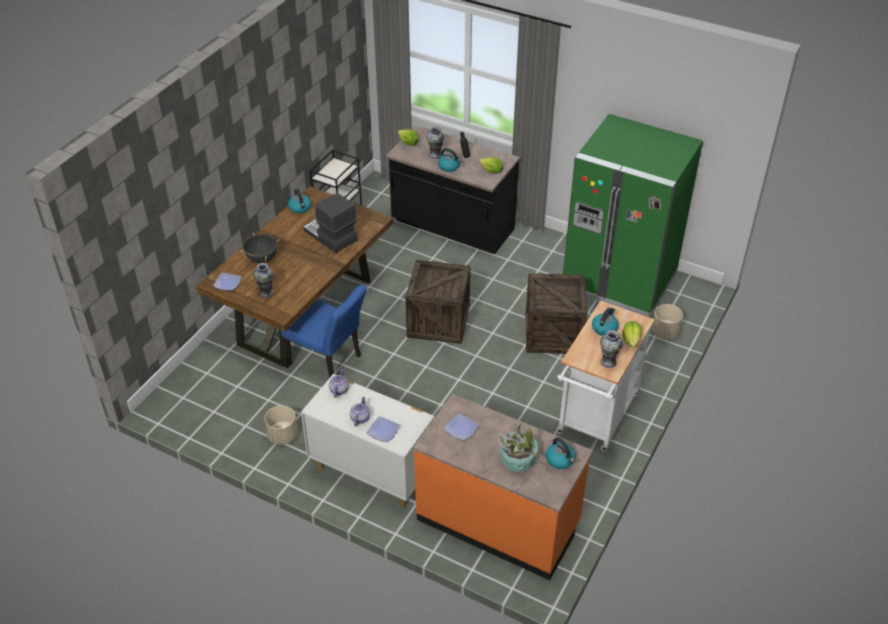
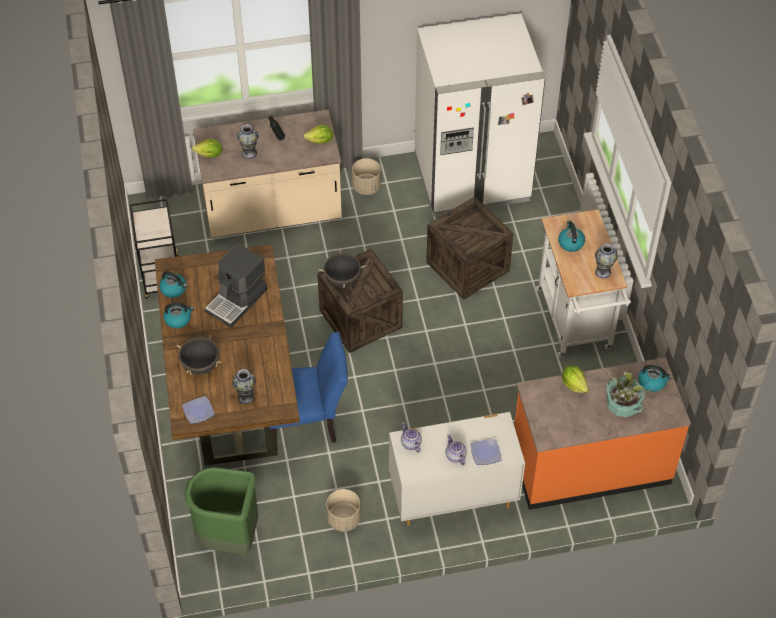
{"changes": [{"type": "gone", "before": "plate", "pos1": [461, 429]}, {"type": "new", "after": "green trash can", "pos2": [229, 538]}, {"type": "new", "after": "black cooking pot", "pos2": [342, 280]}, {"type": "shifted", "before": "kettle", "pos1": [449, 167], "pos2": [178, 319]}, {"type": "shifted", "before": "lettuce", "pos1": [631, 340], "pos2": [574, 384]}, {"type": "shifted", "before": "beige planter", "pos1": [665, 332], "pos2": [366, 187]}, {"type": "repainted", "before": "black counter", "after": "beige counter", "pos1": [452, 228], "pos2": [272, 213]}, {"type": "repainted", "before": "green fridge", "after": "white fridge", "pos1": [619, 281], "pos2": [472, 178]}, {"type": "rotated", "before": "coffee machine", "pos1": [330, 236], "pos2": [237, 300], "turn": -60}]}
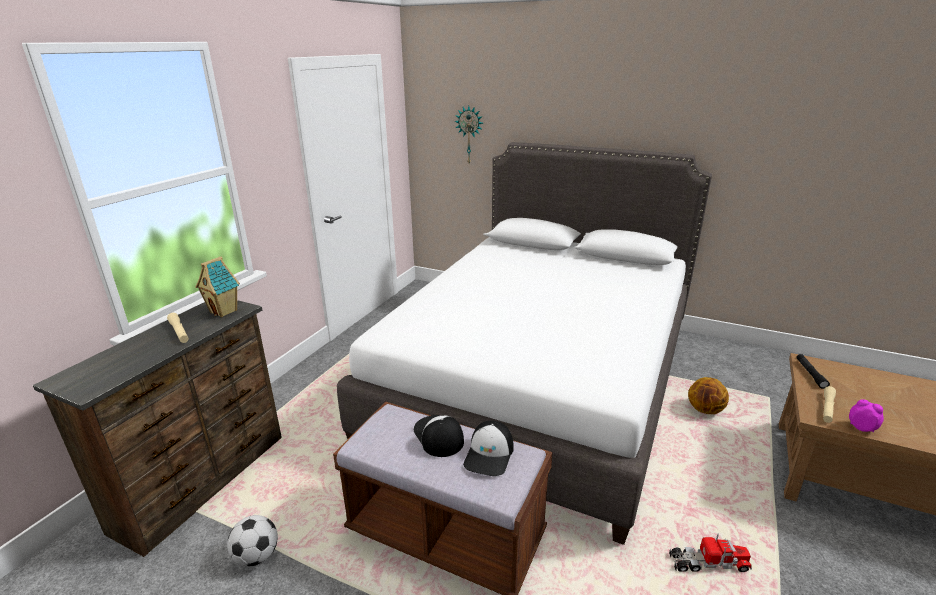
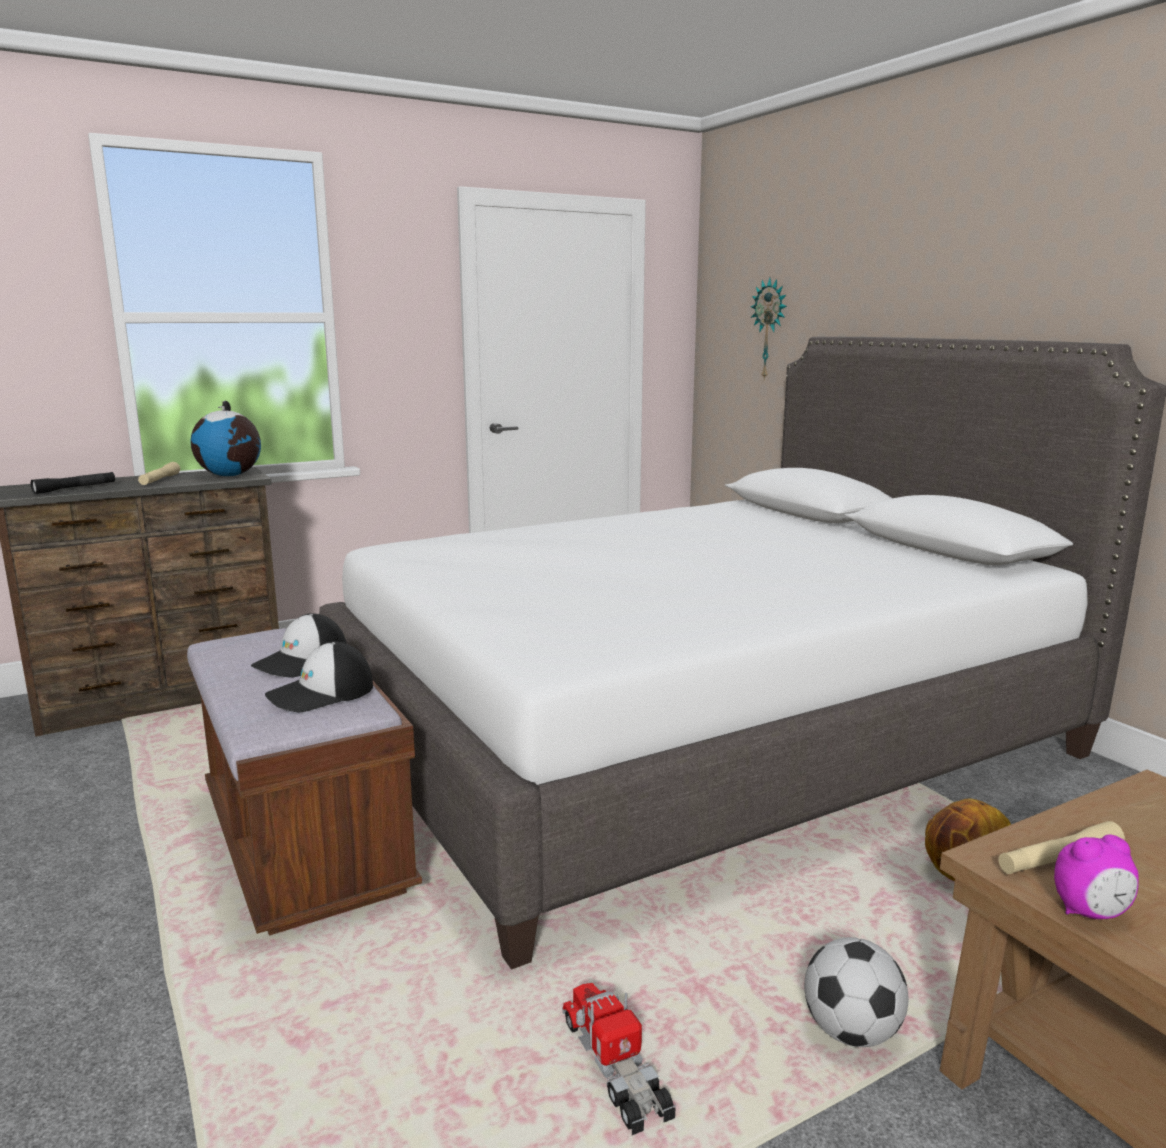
{"changes": [{"type": "shifted", "before": "football", "pos1": [257, 556], "pos2": [851, 1032]}, {"type": "shifted", "before": "black flashlight", "pos1": [810, 374], "pos2": [75, 488]}, {"type": "swapped", "before": "toy house", "after": "globe", "pos1": [224, 311], "pos2": [230, 475]}, {"type": "rotated", "before": "cap", "pos1": [438, 436], "pos2": [302, 661], "turn": -150}, {"type": "rotated", "before": "toy truck", "pos1": [708, 563], "pos2": [616, 1067], "turn": -150}, {"type": "rotated", "before": "alarm clock", "pos1": [861, 427], "pos2": [1090, 913], "turn": 90}]}
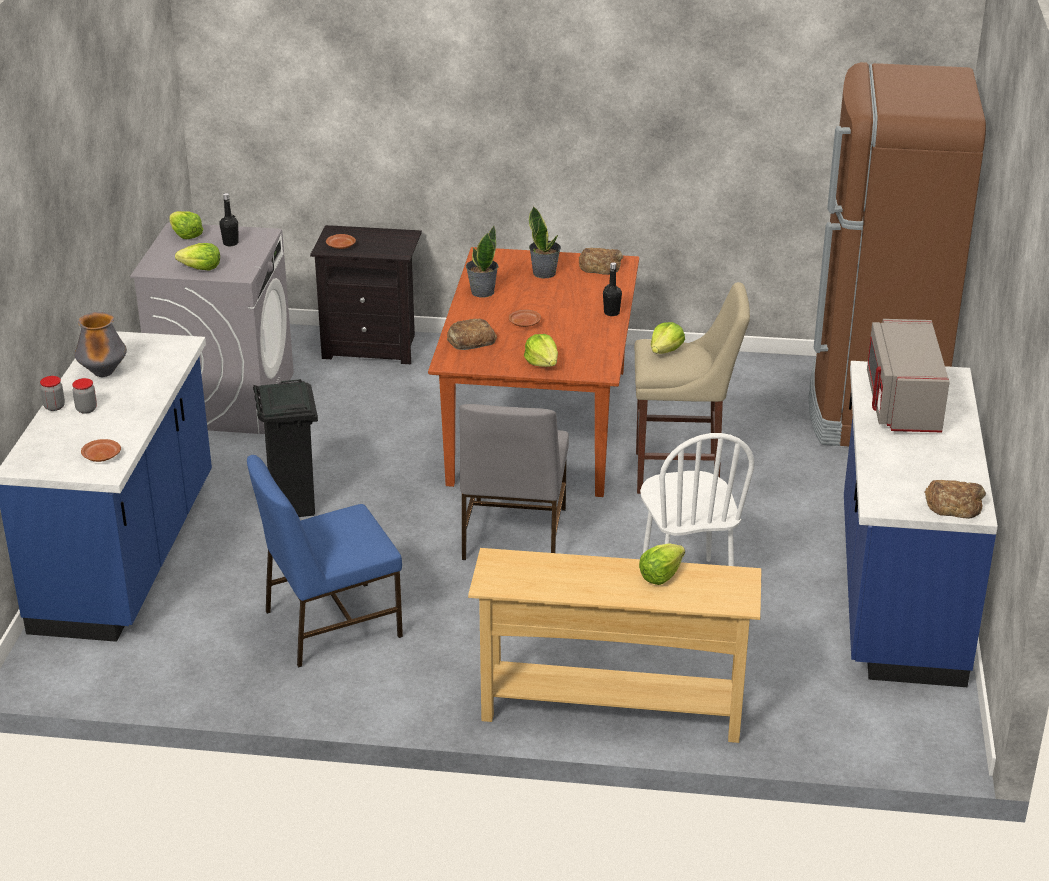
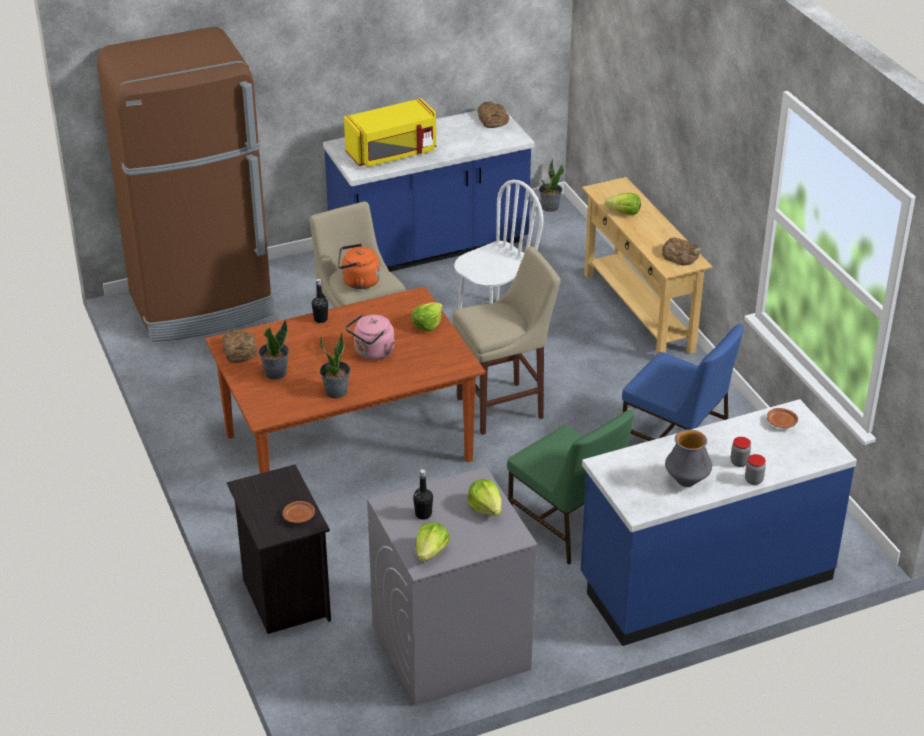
{"changes": [{"type": "new", "after": "potted plant", "pos2": [550, 207]}, {"type": "shifted", "before": "bread", "pos1": [470, 340], "pos2": [680, 255]}, {"type": "swapped", "before": "black trash can", "after": "green chair", "pos1": [293, 506], "pos2": [567, 525]}, {"type": "swapped", "before": "grey chair", "after": "beige stool", "pos1": [513, 535], "pos2": [504, 407]}, {"type": "swapped", "before": "brown plate", "after": "pink kettle", "pos1": [524, 323], "pos2": [372, 353]}, {"type": "swapped", "before": "lettuce", "after": "orange kettle", "pos1": [665, 351], "pos2": [358, 282]}, {"type": "repainted", "before": "grey microwave", "after": "yellow microwave", "pos1": [901, 403], "pos2": [392, 153]}]}
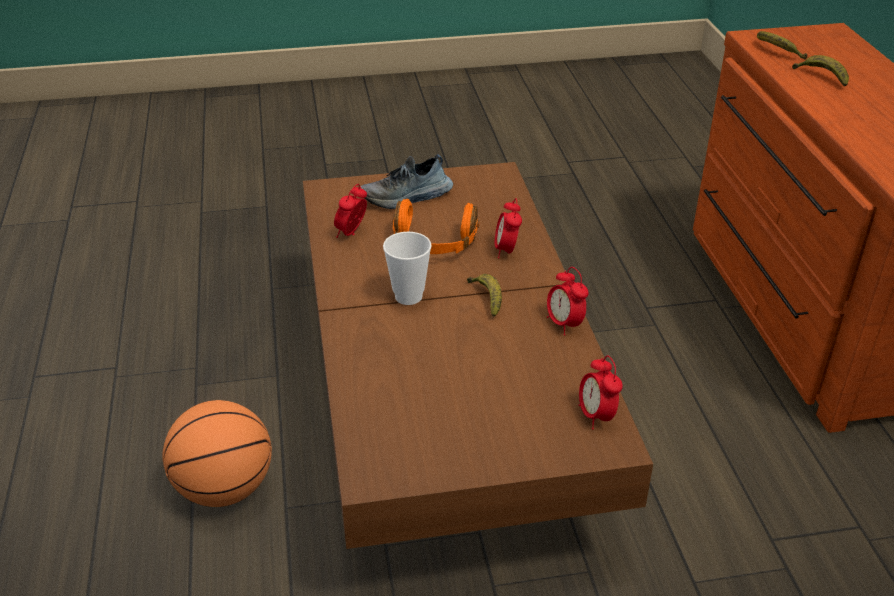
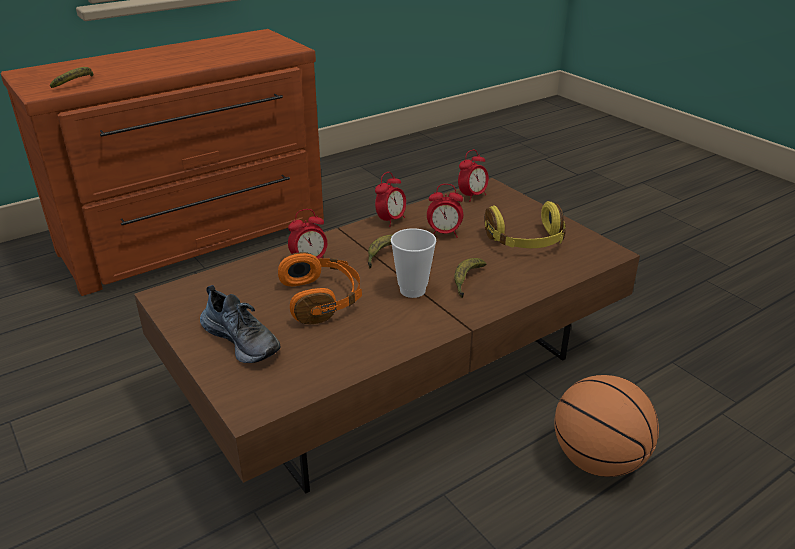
{"changes": [{"type": "new", "after": "yellow headphones", "pos2": [526, 241]}, {"type": "shifted", "before": "alarm clock", "pos1": [352, 233], "pos2": [444, 234]}, {"type": "shifted", "before": "banana", "pos1": [821, 77], "pos2": [467, 281]}]}
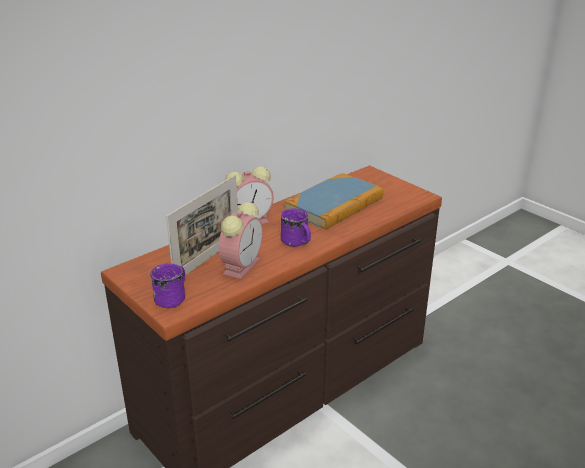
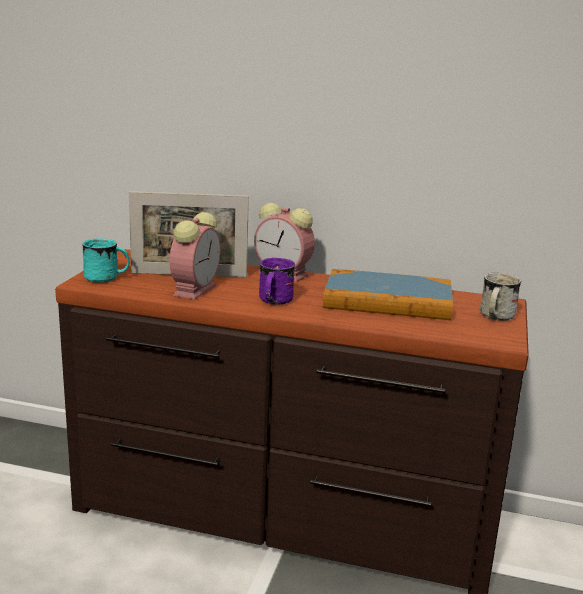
{"changes": [{"type": "new", "after": "white mug", "pos2": [495, 317]}, {"type": "repainted", "before": "purple mug", "after": "turquoise mug", "pos1": [173, 297], "pos2": [107, 278]}, {"type": "rotated", "before": "alarm clock", "pos1": [242, 265], "pos2": [195, 289], "turn": -60}]}
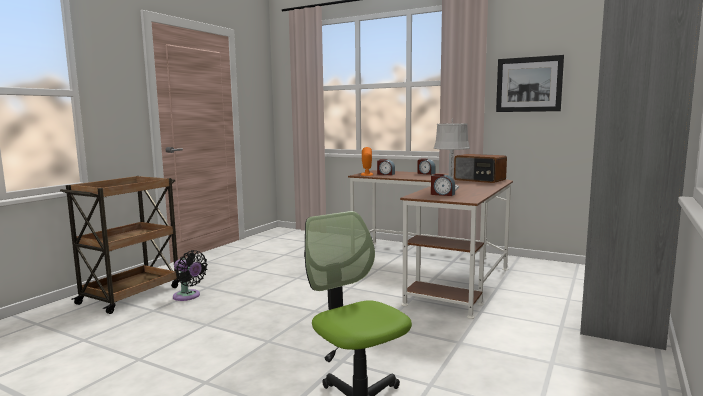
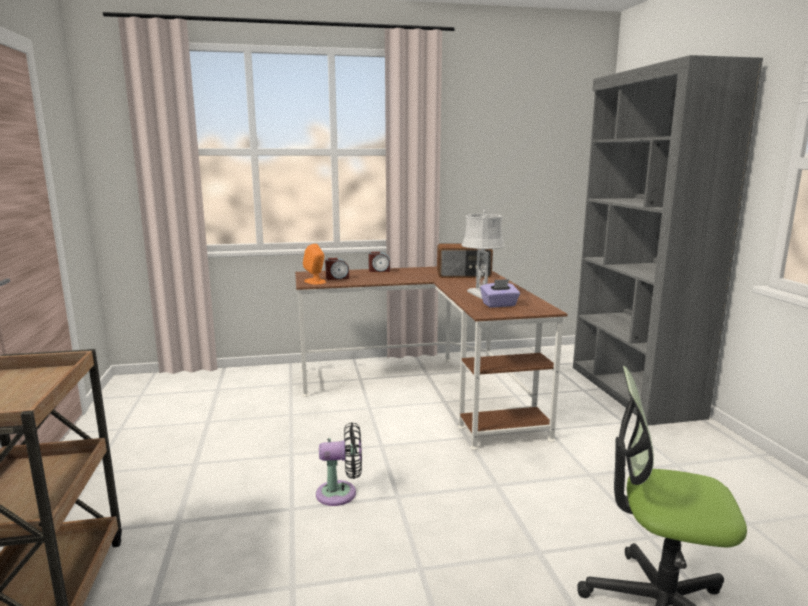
{"changes": [{"type": "gone", "before": "picture", "pos1": [528, 84]}, {"type": "shifted", "before": "black fan", "pos1": [188, 296], "pos2": [341, 493]}, {"type": "swapped", "before": "alarm clock", "after": "purple tissue box", "pos1": [442, 194], "pos2": [499, 305]}]}
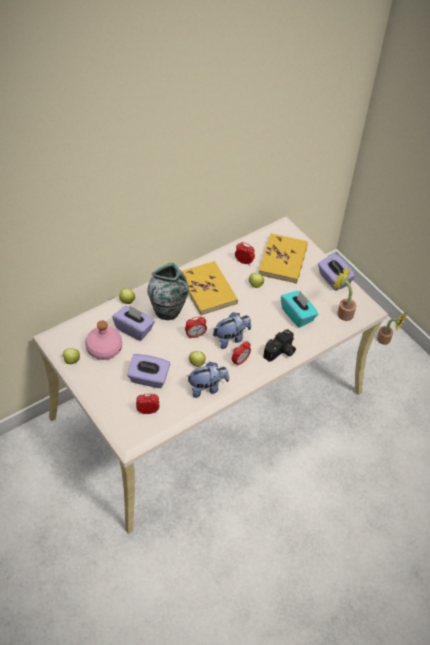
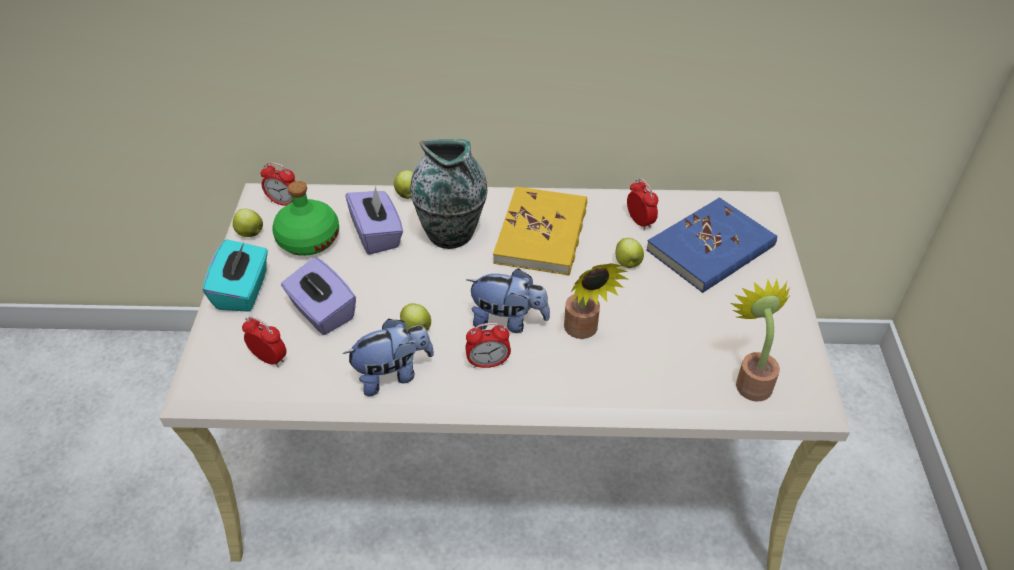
{"changes": [{"type": "gone", "before": "photo camera", "pos1": [280, 352]}, {"type": "gone", "before": "purple tissue box", "pos1": [333, 279]}, {"type": "shifted", "before": "alarm clock", "pos1": [195, 335], "pos2": [284, 202]}, {"type": "shifted", "before": "turquoise tissue box", "pos1": [297, 315], "pos2": [243, 291]}, {"type": "shifted", "before": "potted plant", "pos1": [386, 340], "pos2": [583, 331]}, {"type": "repainted", "before": "pink bottle", "after": "green bottle", "pos1": [103, 348], "pos2": [308, 239]}, {"type": "repainted", "before": "yellow book", "after": "blue book", "pos1": [283, 260], "pos2": [711, 248]}, {"type": "rotated", "before": "plush toy", "pos1": [207, 388], "pos2": [392, 374], "turn": -45}]}
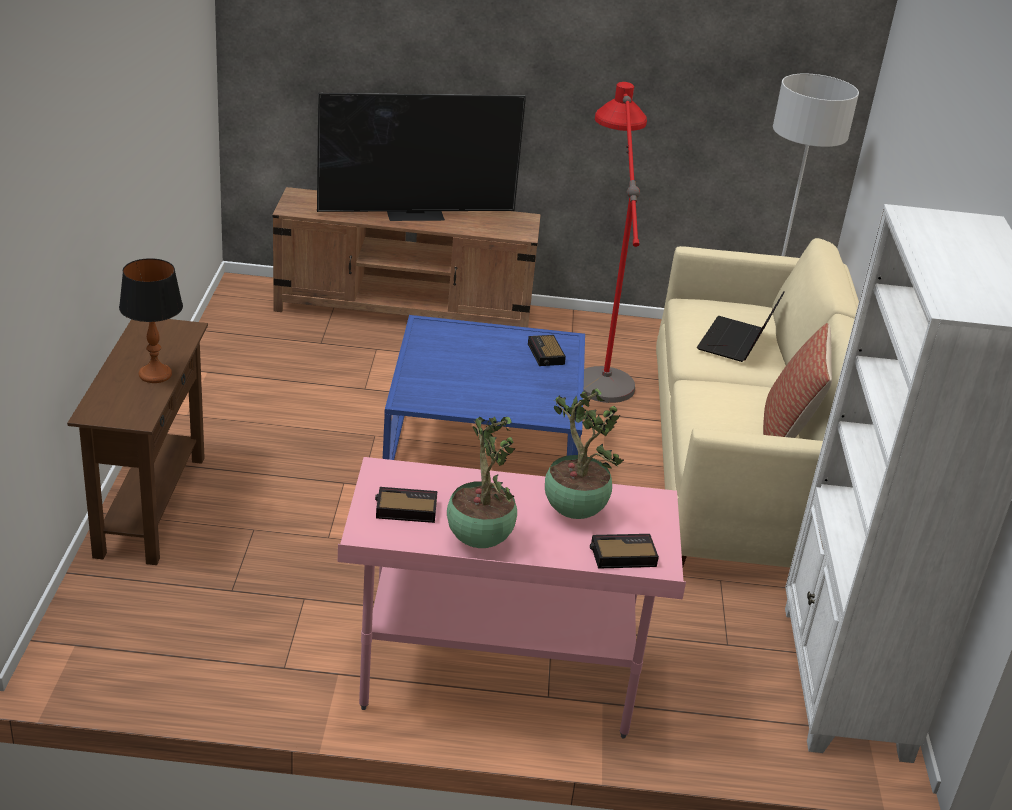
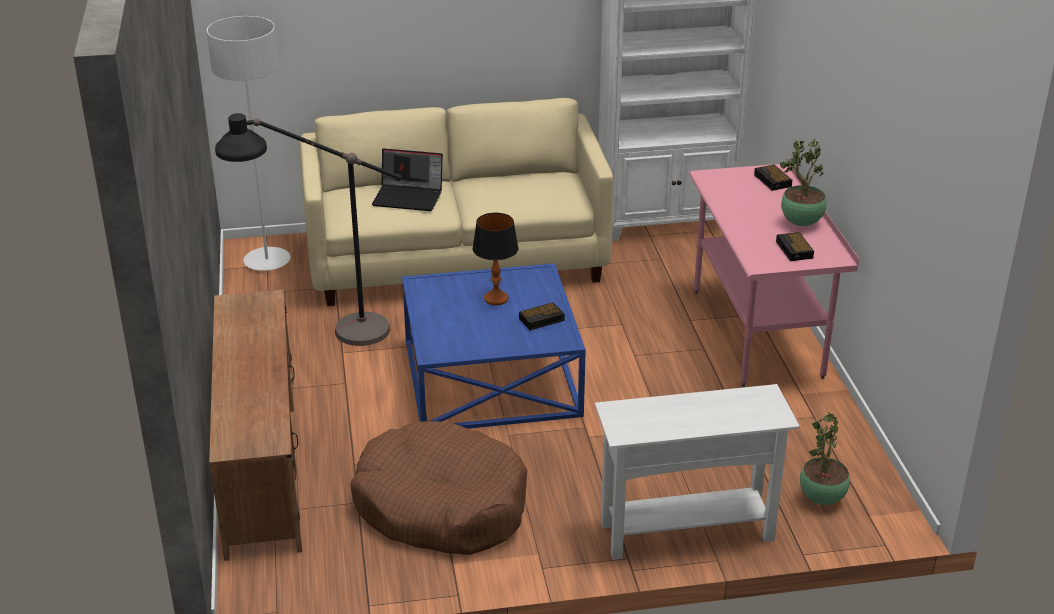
{"changes": [{"type": "gone", "before": "television", "pos1": [416, 214]}, {"type": "gone", "before": "pillow", "pos1": [786, 436]}, {"type": "new", "after": "brown dog bed", "pos2": [441, 506]}, {"type": "shifted", "before": "table lamp", "pos1": [155, 375], "pos2": [496, 299]}, {"type": "shifted", "before": "alarm clock", "pos1": [546, 354], "pos2": [542, 319]}, {"type": "shifted", "before": "potted plant", "pos1": [572, 511], "pos2": [821, 499]}, {"type": "repainted", "before": "brown console table", "after": "white console table", "pos1": [151, 505], "pos2": [686, 531]}, {"type": "repainted", "before": "red floor lamp", "after": "black floor lamp", "pos1": [599, 363], "pos2": [323, 336]}]}
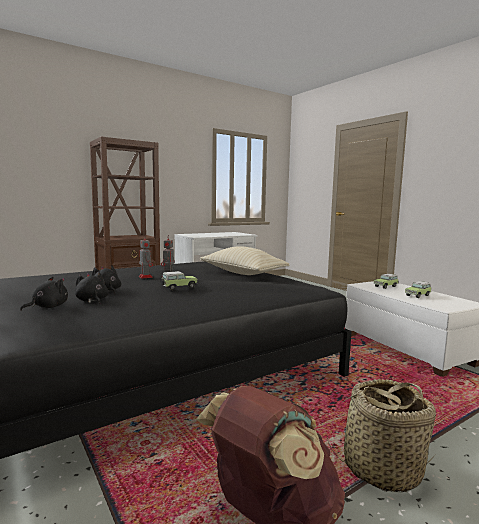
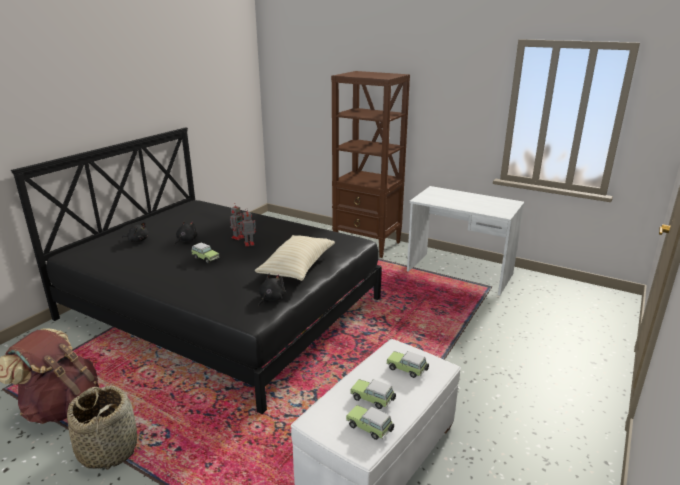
{"changes": [{"type": "new", "after": "toy car", "pos2": [370, 428]}, {"type": "shifted", "before": "black plush toy", "pos1": [92, 301], "pos2": [271, 298]}]}
